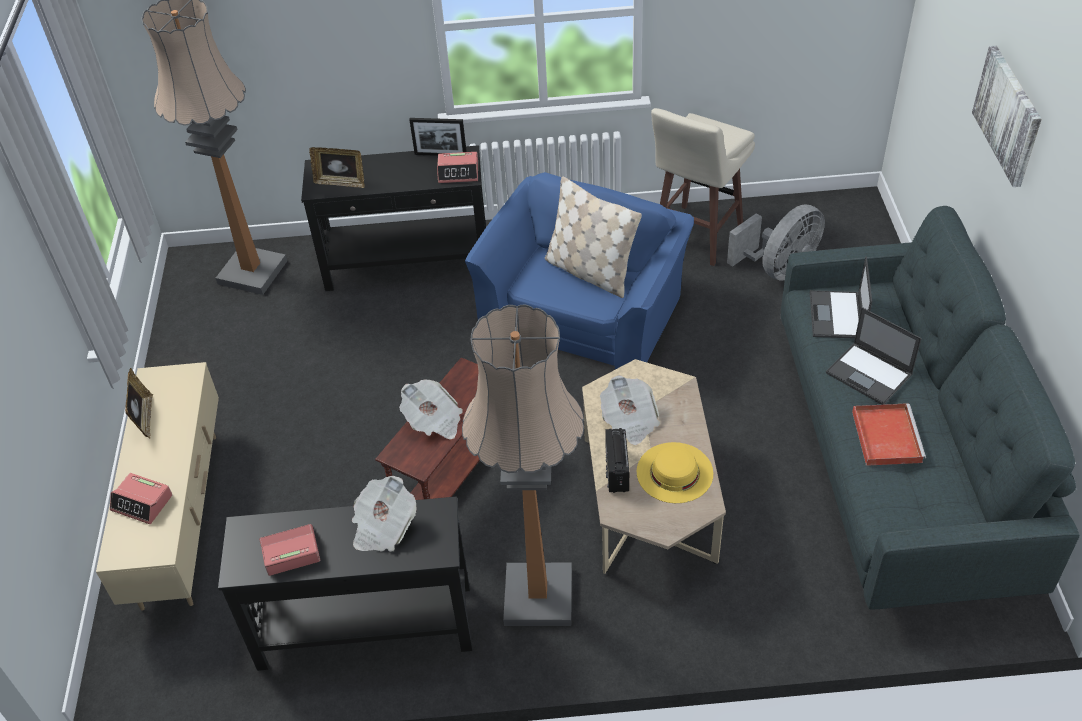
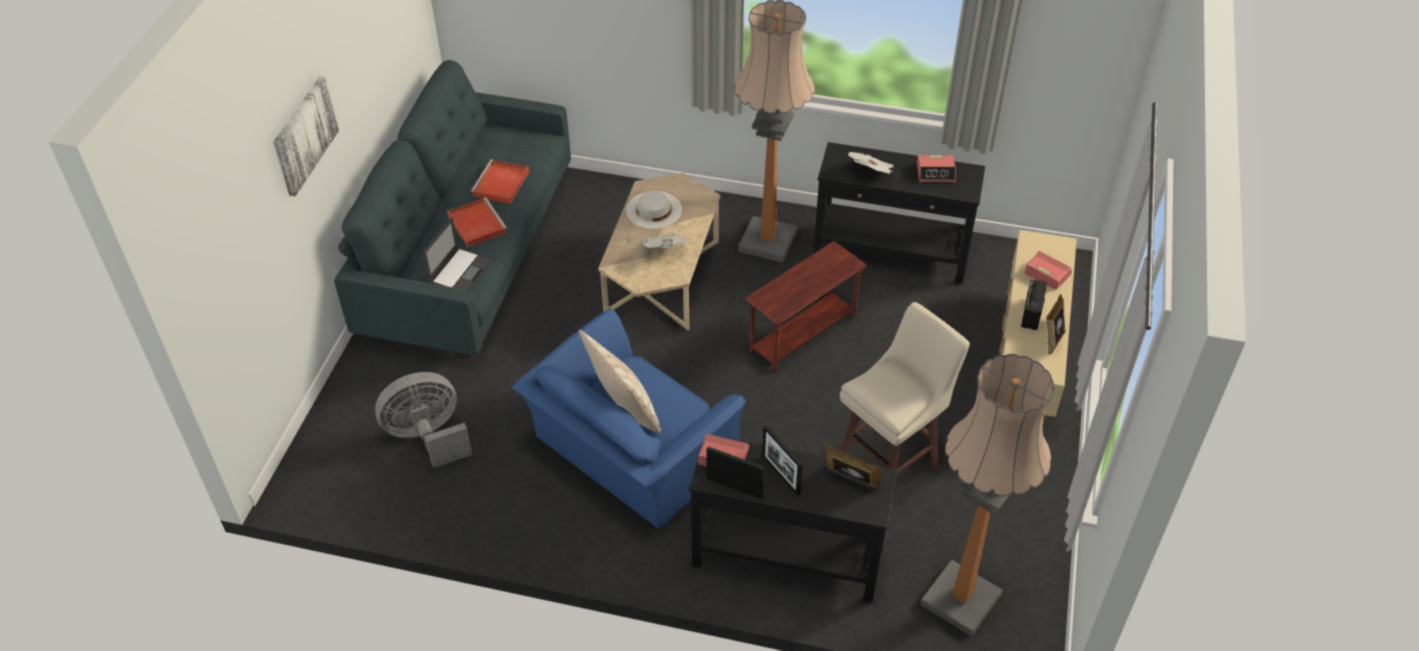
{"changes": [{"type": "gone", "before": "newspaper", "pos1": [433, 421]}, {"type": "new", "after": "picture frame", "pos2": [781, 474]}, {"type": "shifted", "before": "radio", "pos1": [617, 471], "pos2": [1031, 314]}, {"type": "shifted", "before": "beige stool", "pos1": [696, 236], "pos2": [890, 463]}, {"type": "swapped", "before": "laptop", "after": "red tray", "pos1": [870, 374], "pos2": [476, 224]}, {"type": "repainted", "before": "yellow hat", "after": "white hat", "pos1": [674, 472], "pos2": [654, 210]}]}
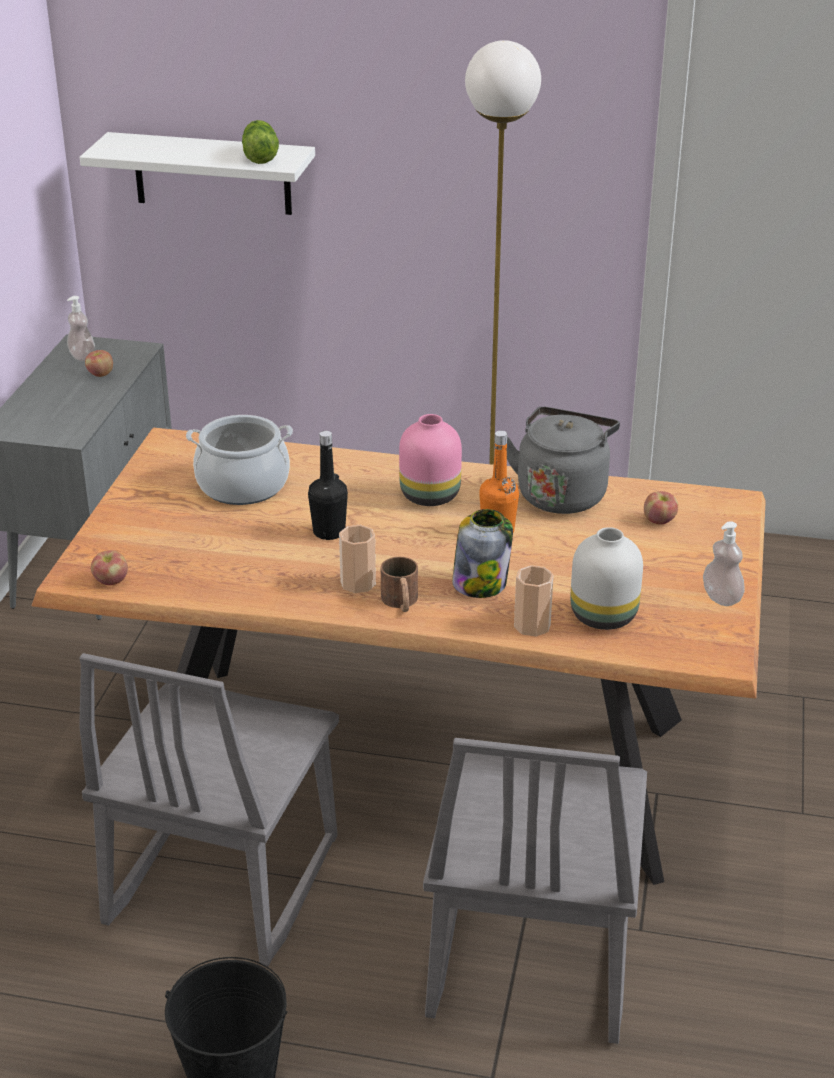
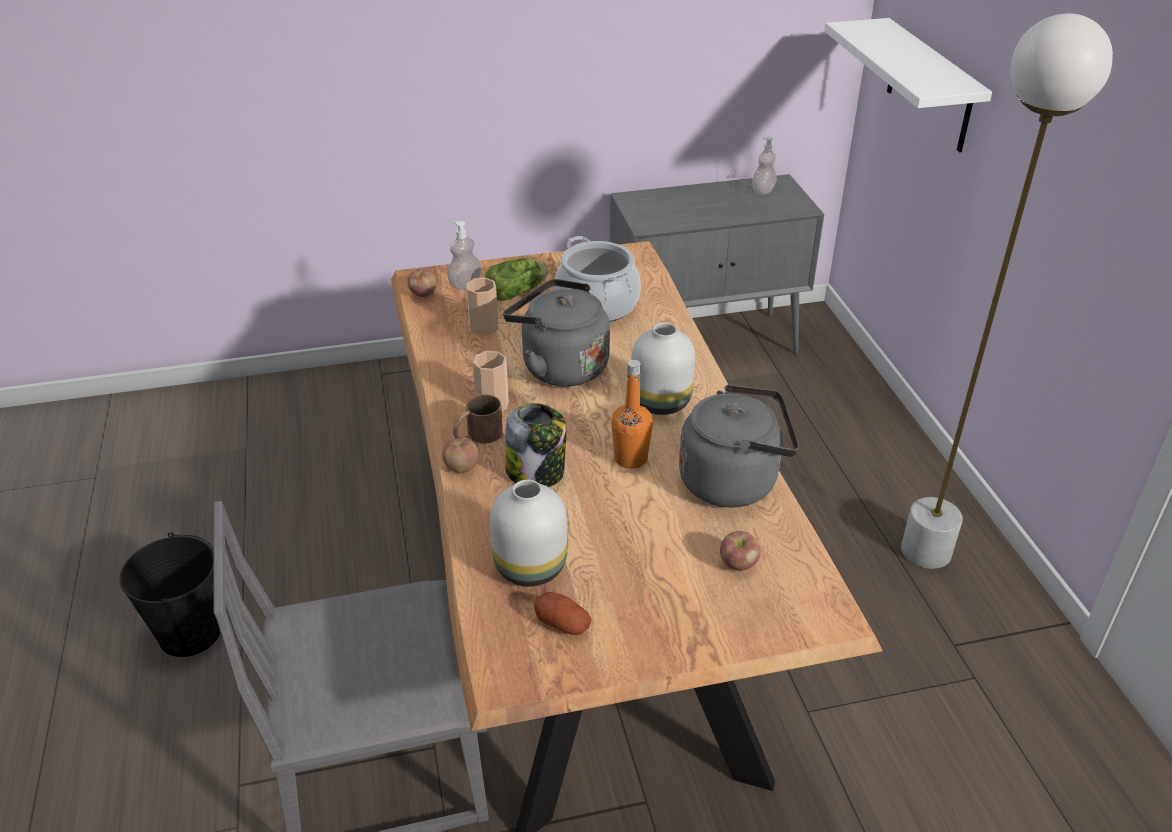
{"changes": [{"type": "gone", "before": "grey chair", "pos1": [220, 880]}, {"type": "new", "after": "potato", "pos2": [563, 624]}, {"type": "shifted", "before": "apple", "pos1": [100, 374], "pos2": [461, 467]}, {"type": "shifted", "before": "lettuce", "pos1": [260, 155], "pos2": [518, 292]}, {"type": "shifted", "before": "cup", "pos1": [532, 626], "pos2": [484, 327]}, {"type": "shifted", "before": "soap dispenser", "pos1": [721, 598], "pos2": [465, 284]}, {"type": "swapped", "before": "black bottle", "after": "grey kettle", "pos1": [329, 532], "pos2": [559, 366]}, {"type": "repainted", "before": "pink vase", "after": "white vase", "pos1": [429, 496], "pos2": [659, 401]}]}
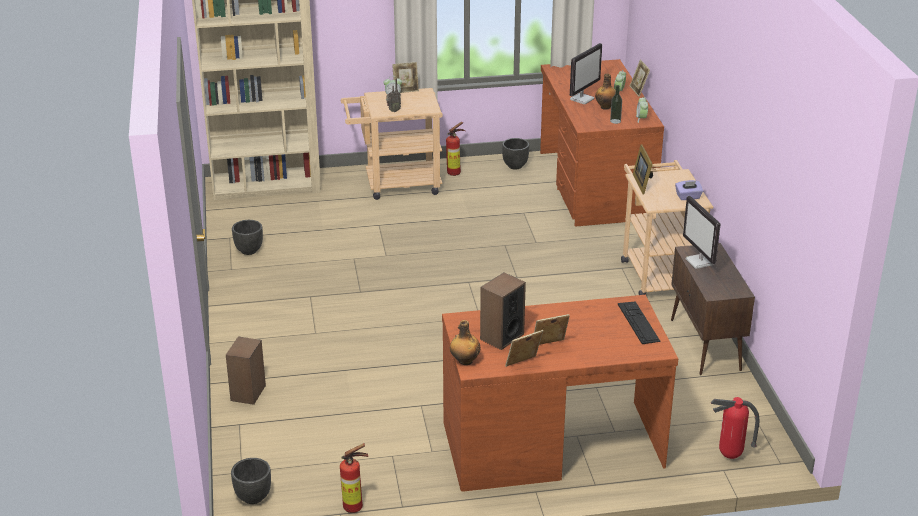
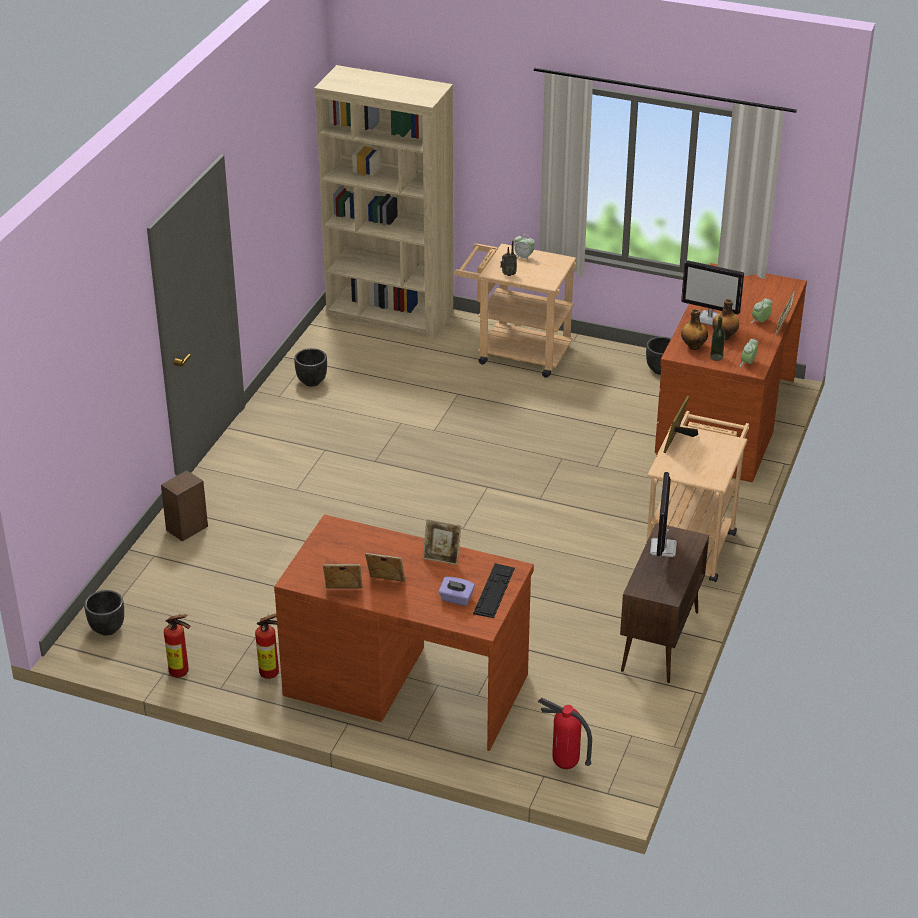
{"changes": [{"type": "gone", "before": "speaker", "pos1": [501, 336]}, {"type": "shifted", "before": "picture frame", "pos1": [406, 90], "pos2": [442, 557]}, {"type": "shifted", "before": "fire extinguisher", "pos1": [455, 173], "pos2": [272, 673]}, {"type": "shifted", "before": "bottle", "pos1": [464, 361], "pos2": [693, 346]}, {"type": "shifted", "before": "purple tissue box", "pos1": [688, 197], "pos2": [456, 599]}, {"type": "rotated", "before": "monitor", "pos1": [582, 99], "pos2": [709, 319], "turn": 45}]}
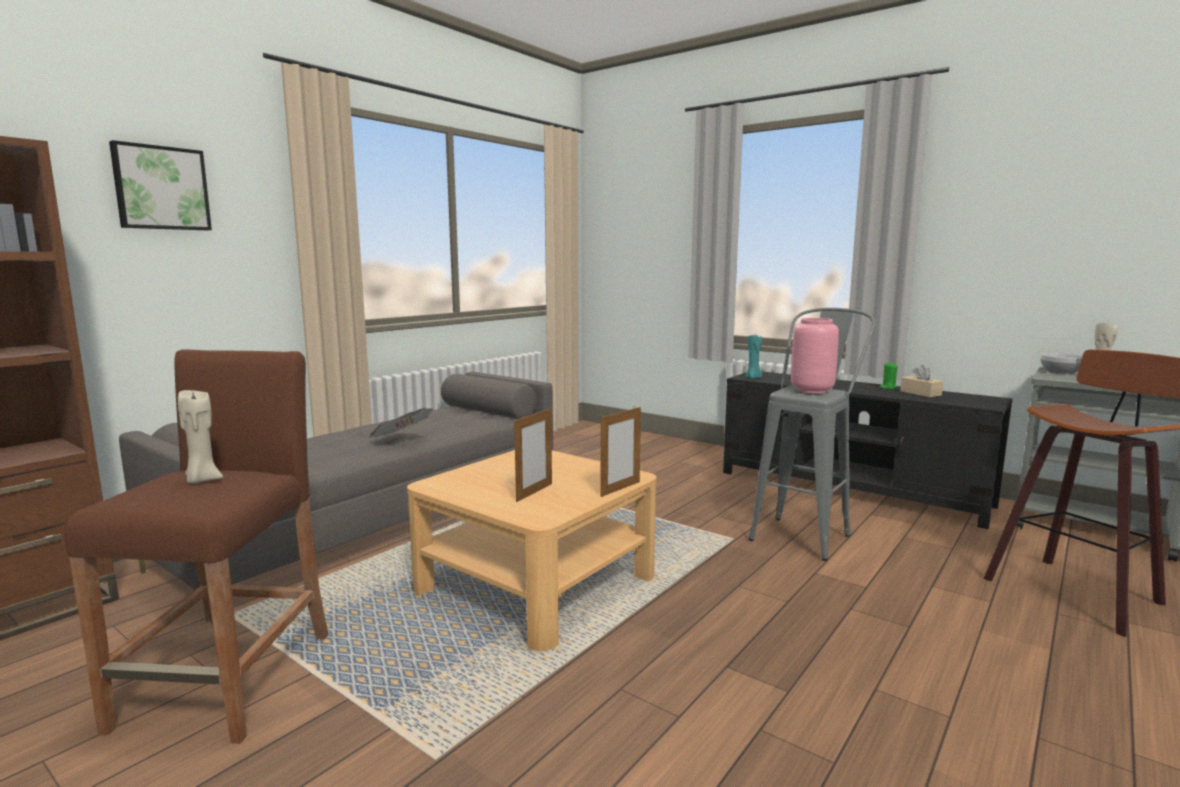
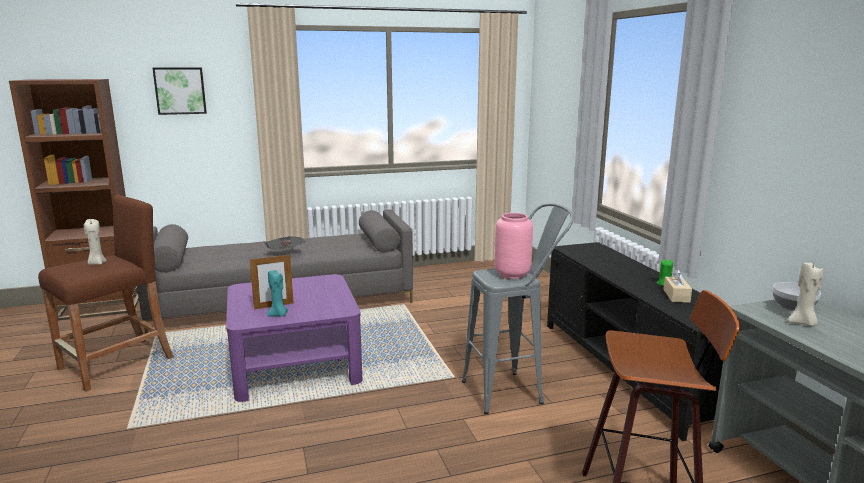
{"changes": [{"type": "gone", "before": "picture frame", "pos1": [620, 489]}, {"type": "shifted", "before": "turquoise candle", "pos1": [753, 378], "pos2": [278, 315]}, {"type": "repainted", "before": "beige coffee table", "after": "purple coffee table", "pos1": [536, 582], "pos2": [296, 364]}]}
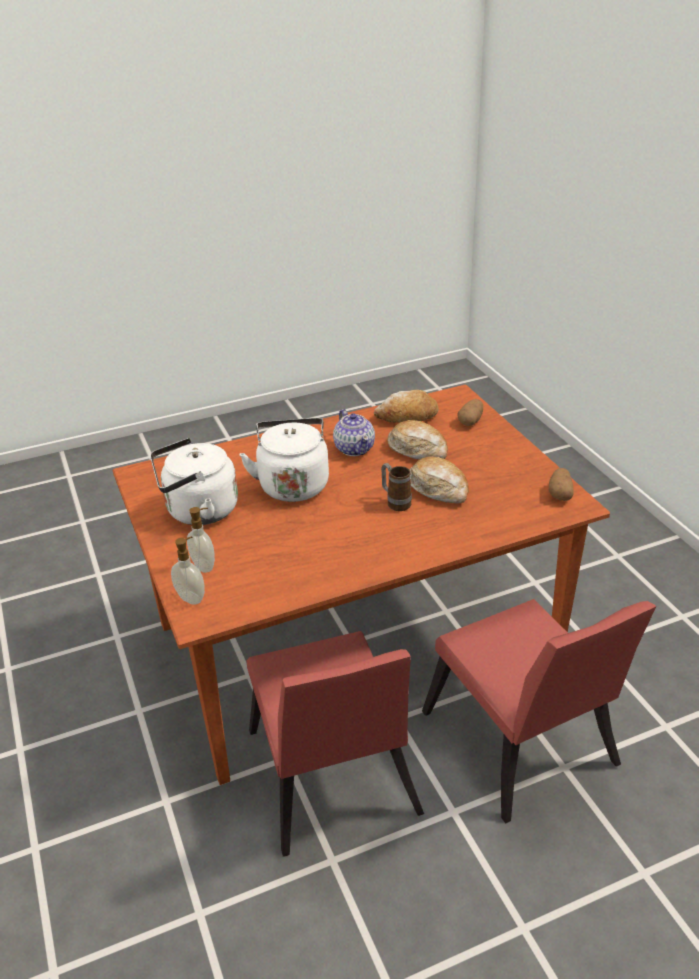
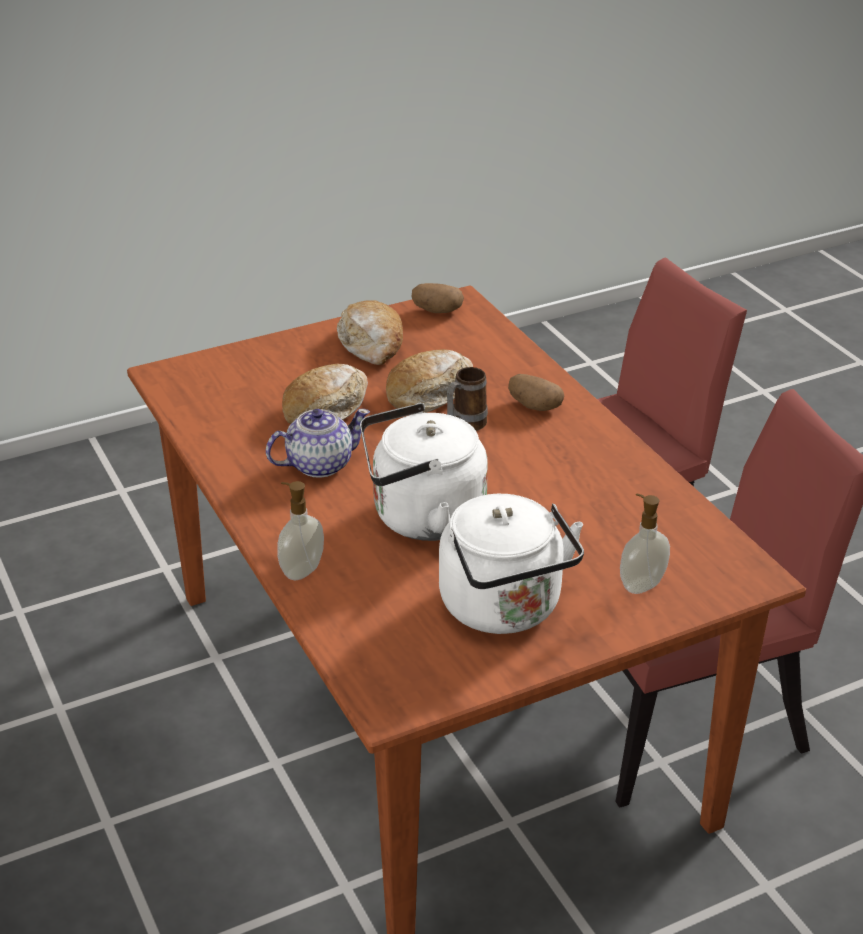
{"changes": [{"type": "shifted", "before": "soap dispenser", "pos1": [191, 597], "pos2": [301, 570]}, {"type": "shifted", "before": "bread", "pos1": [407, 416], "pos2": [372, 344]}, {"type": "shifted", "before": "potato", "pos1": [471, 421], "pos2": [534, 406]}]}
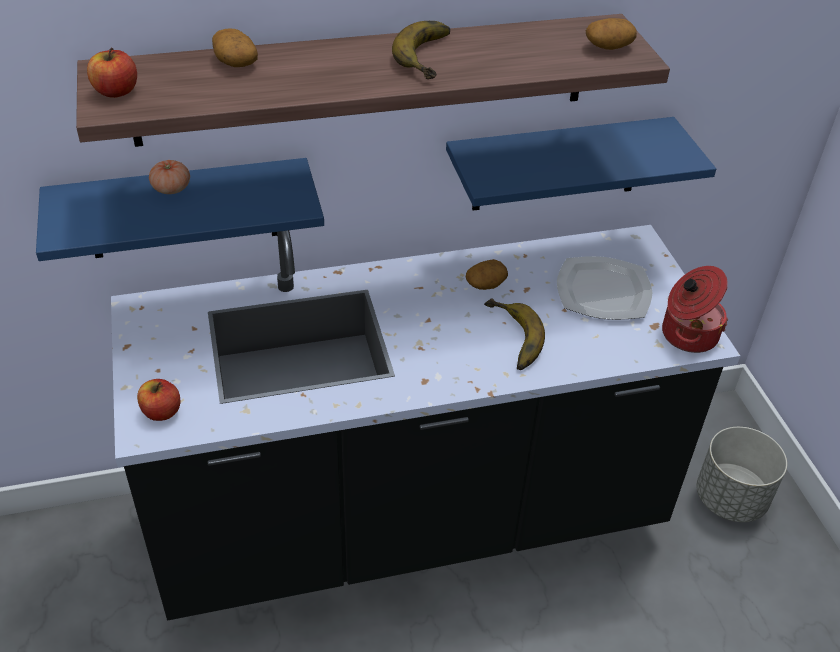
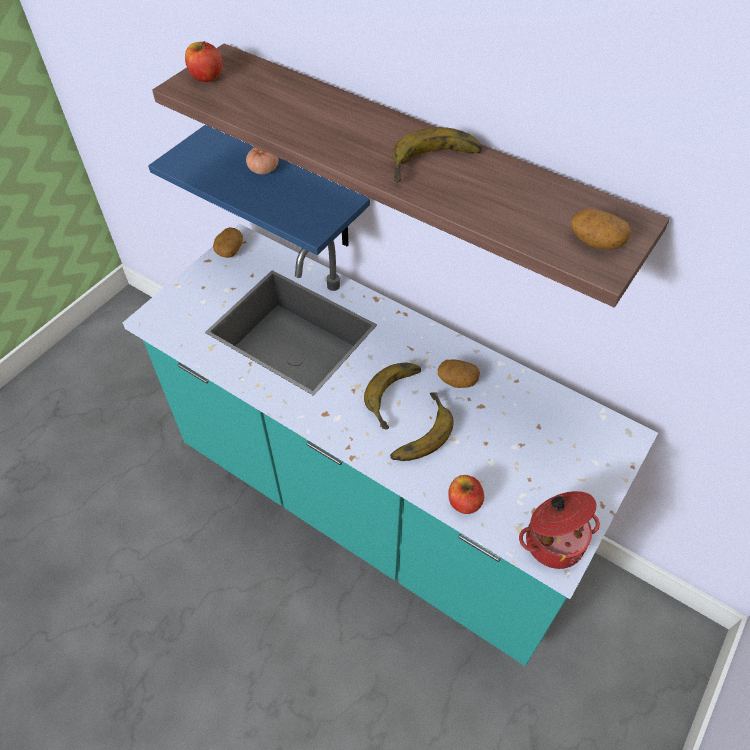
{"changes": [{"type": "gone", "before": "blue shelf", "pos1": [557, 164]}, {"type": "gone", "before": "plate", "pos1": [604, 291]}, {"type": "gone", "before": "grey planter", "pos1": [731, 499]}, {"type": "new", "after": "banana", "pos2": [398, 397]}, {"type": "shifted", "before": "apple", "pos1": [161, 412], "pos2": [464, 502]}, {"type": "shifted", "before": "potato", "pos1": [235, 62], "pos2": [229, 249]}, {"type": "repainted", "before": "black counter", "after": "turquoise counter", "pos1": [411, 523], "pos2": [375, 507]}]}
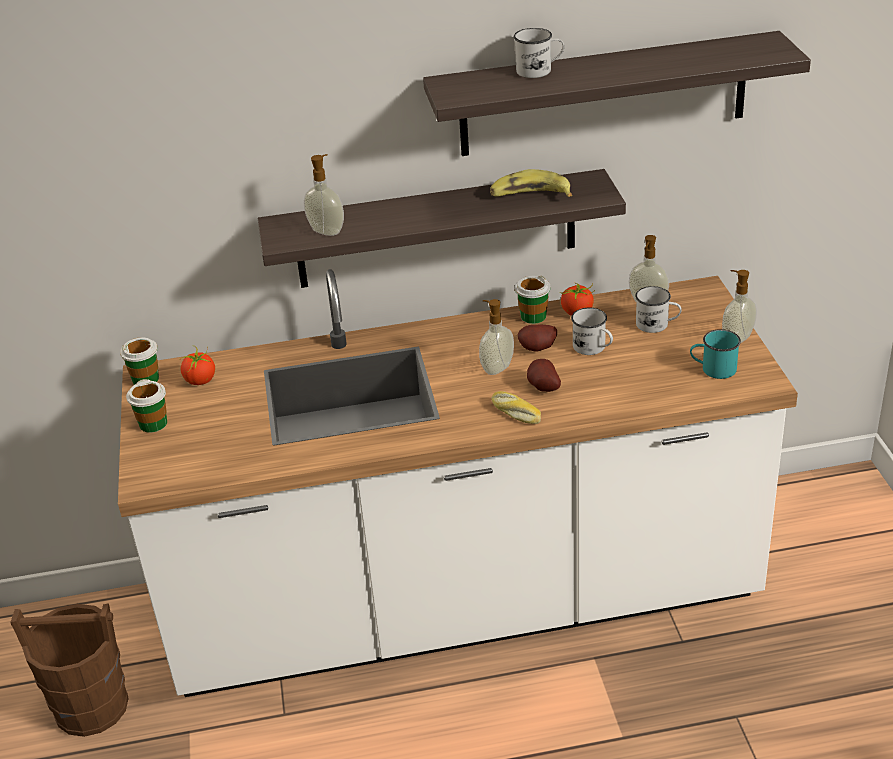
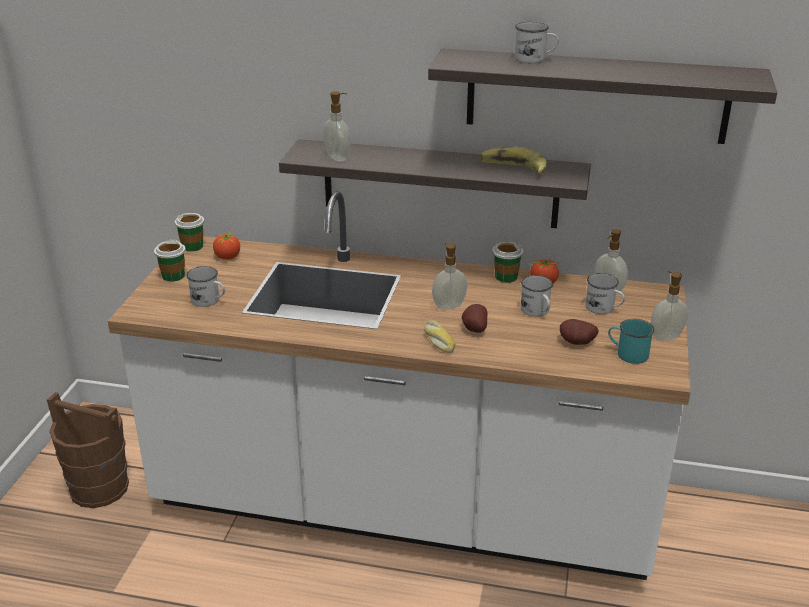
{"changes": [{"type": "new", "after": "white mug", "pos2": [209, 301]}, {"type": "shifted", "before": "potato", "pos1": [538, 349], "pos2": [577, 343]}]}
